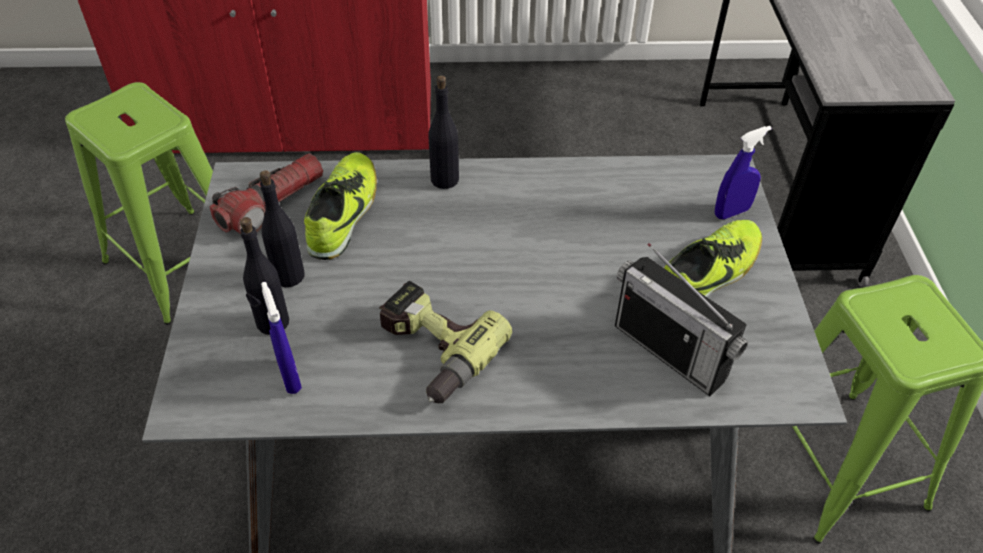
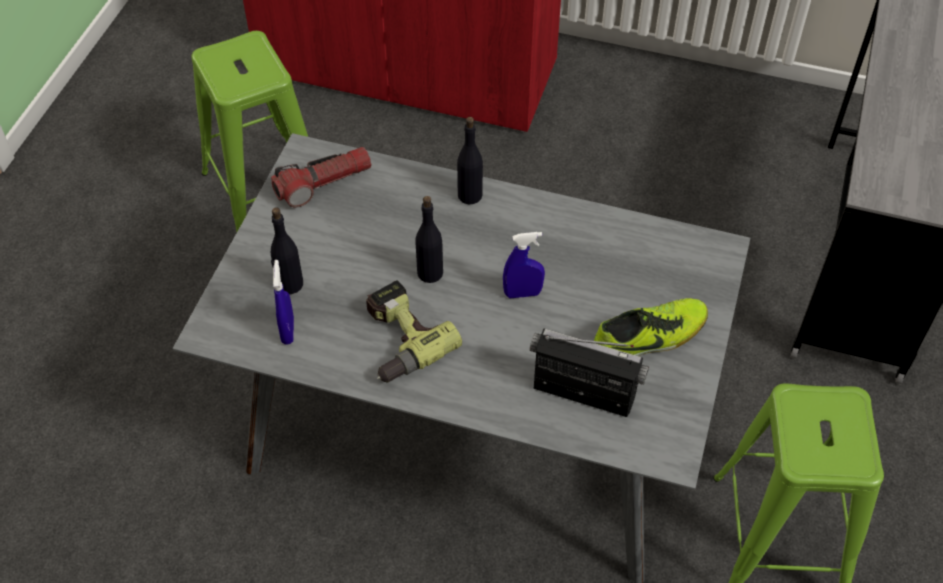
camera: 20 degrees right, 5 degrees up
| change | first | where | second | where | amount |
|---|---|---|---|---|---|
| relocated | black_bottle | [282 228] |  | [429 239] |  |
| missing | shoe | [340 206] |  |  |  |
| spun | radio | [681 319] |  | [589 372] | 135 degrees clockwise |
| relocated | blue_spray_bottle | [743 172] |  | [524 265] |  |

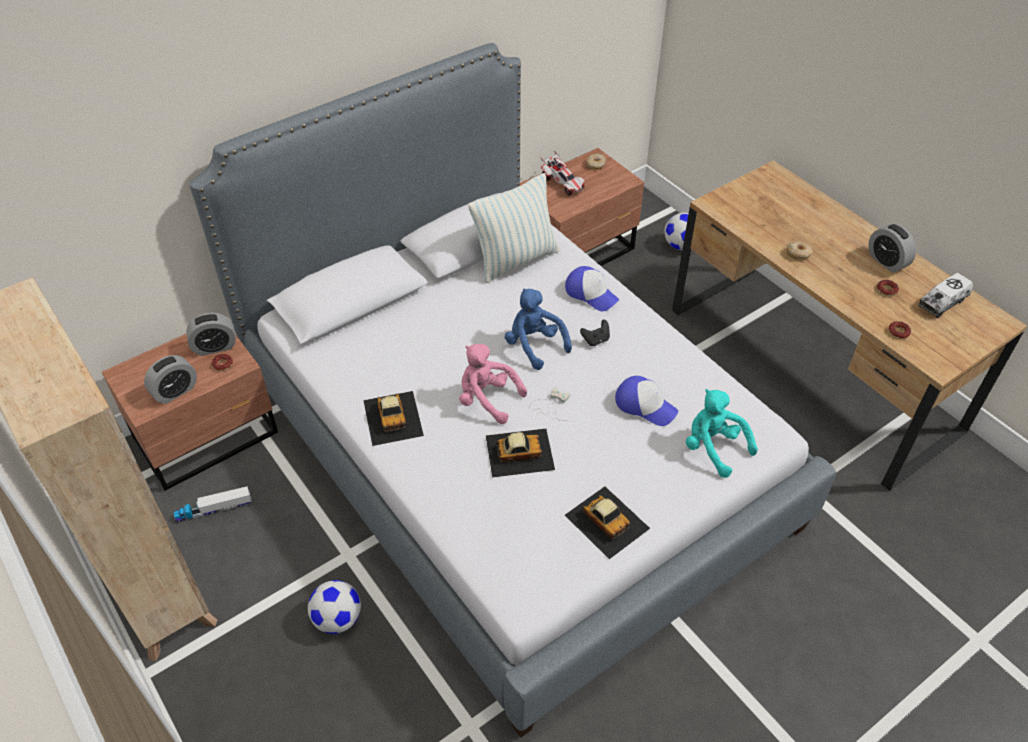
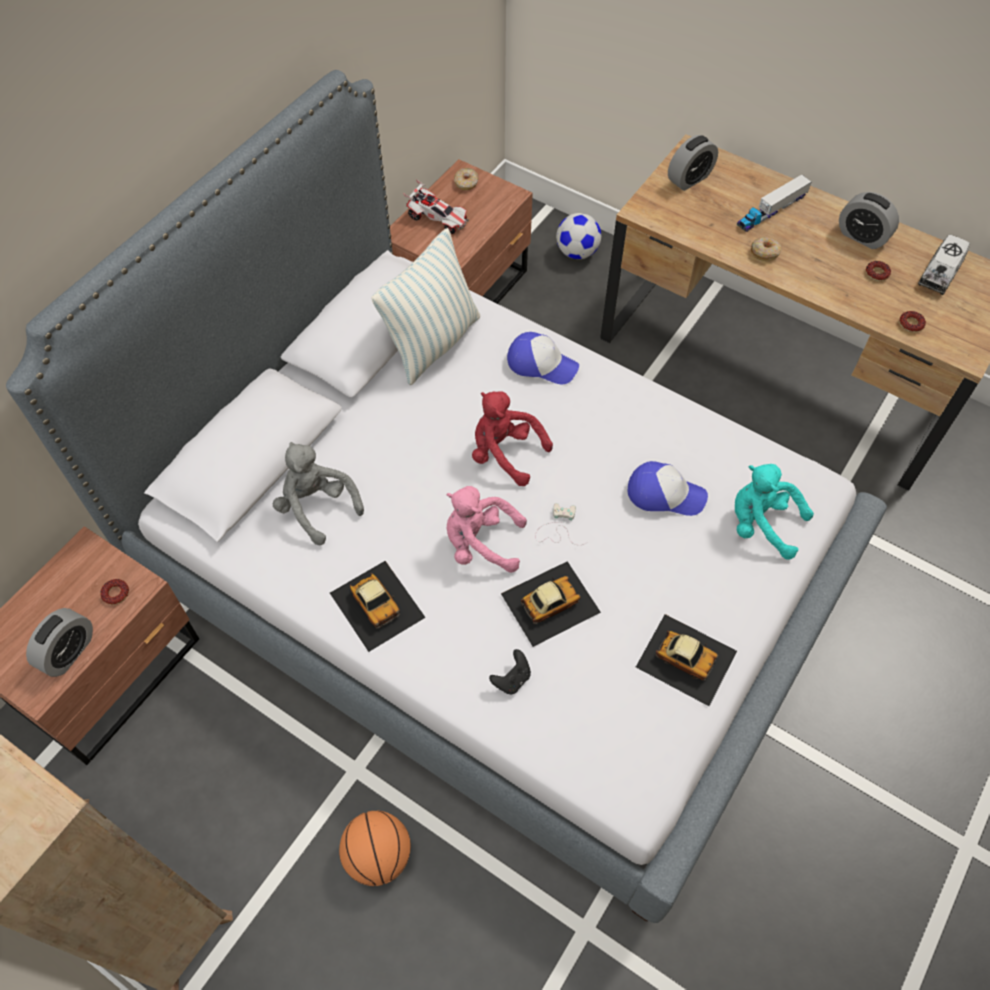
camera: 20 degrees left, 10 degrees up
| change | first | where | second | where | amount |
|---|---|---|---|---|---|
| relocated | toy_truck | [213 504] |  | [774 203] |  |
| relocated | alarm_clock | [211 334] |  | [693 163] |  |
| exchanged | football | [334 607] | basketball | [375 848] |  |
| colour | blue_plush_toy | [538 329] | red_plush_toy | [512 438] |  |
| relocated | black_game_controller | [595 333] |  | [510 672] |  |
| appeared |  |  | grey_plush_toy | [318 493] |  |

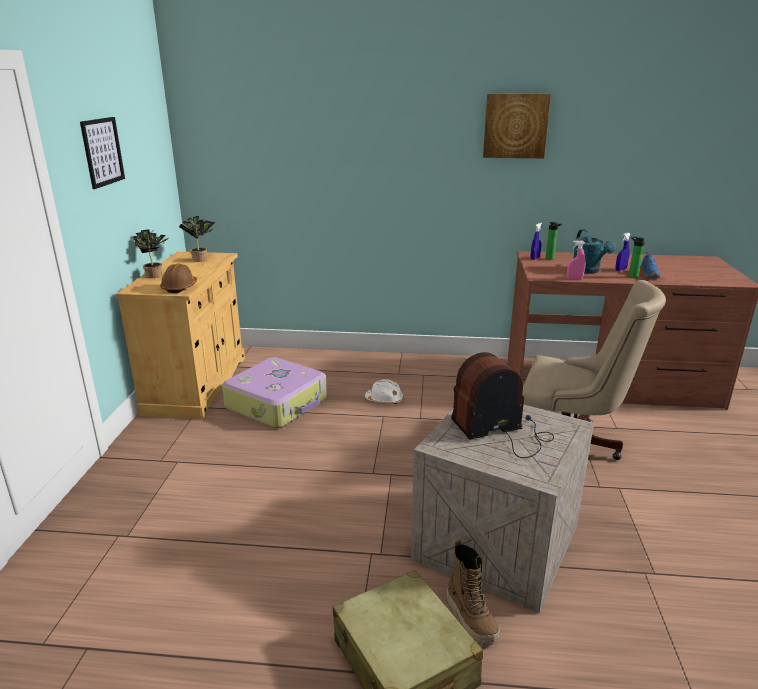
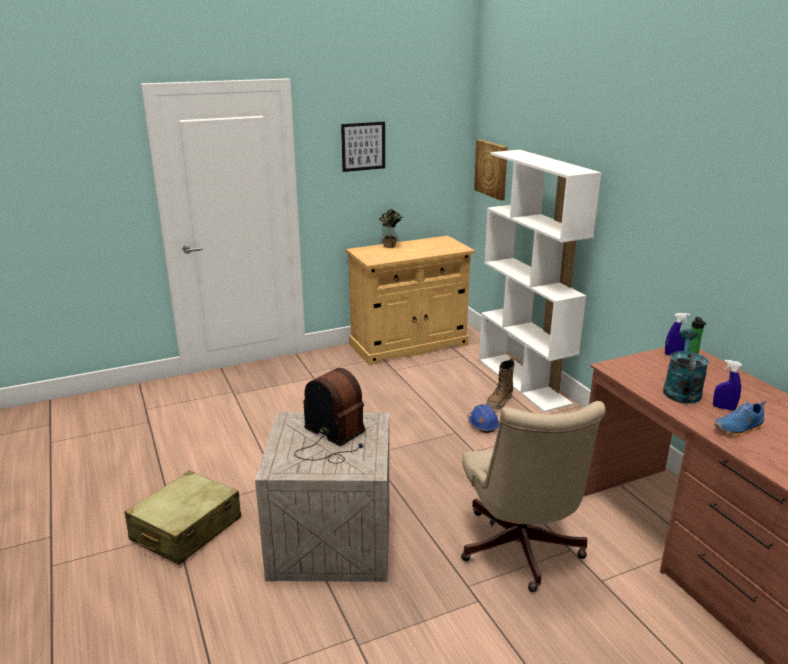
camera: 60 degrees right, 0 degrees up
| change | first | where | second | where | amount |
|---|---|---|---|---|---|
| missing | brown_hard_hat | [178 278] |  |  |  |
| missing | potted_plant | [197 239] |  |  |  |
| missing | suitcase | [274 392] |  |  |  |
| colour | white_hard_hat | [384 391] | blue_hard_hat | [483 418] |  |
| relocated | boot | [473 592] |  | [501 384] |  |
| relocated | picture | [517 125] |  | [491 170] |  |
| missing | pink_spray_bottle | [576 260] |  |  |  |
| spun | turquoise_watering_can | [594 251] |  | [686 366] | 150 degrees clockwise |
| missing | bottle | [636 257] |  |  |  |
| appeared |  |  | white_bookcase | [540 281] |  |

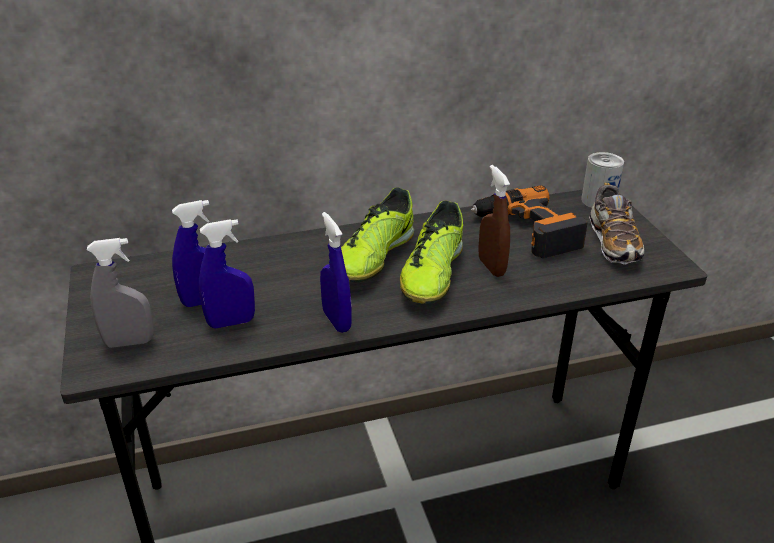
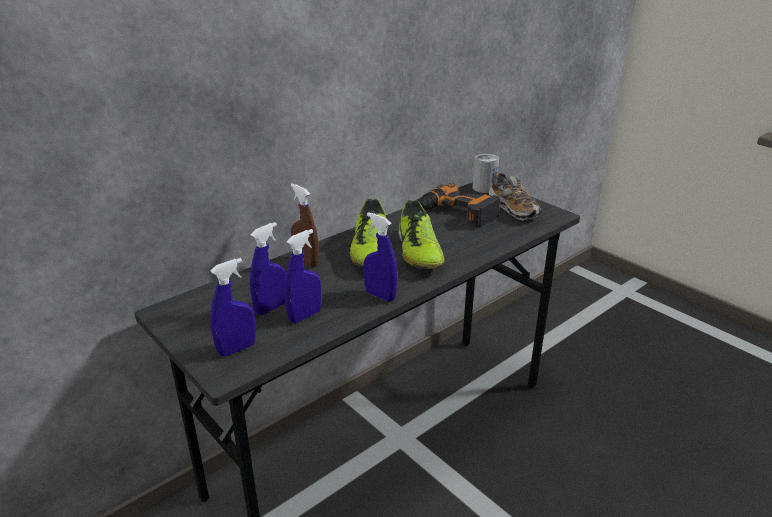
camera: 25 degrees left, 5 degrees down
| change | first | where | second | where | amount |
|---|---|---|---|---|---|
| colour | grey_spray_bottle | [120 293] | blue_spray_bottle | [233 307] |  |
| relocated | brown_spray_bottle | [494 221] |  | [305 225] |  |

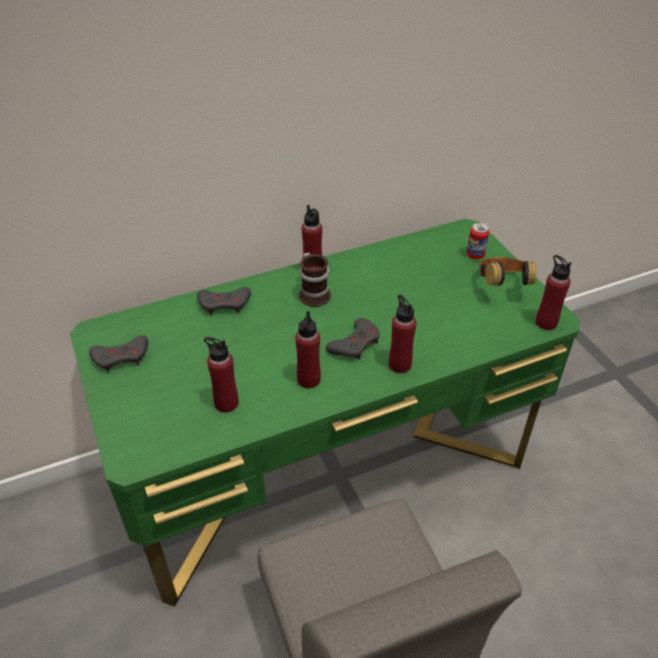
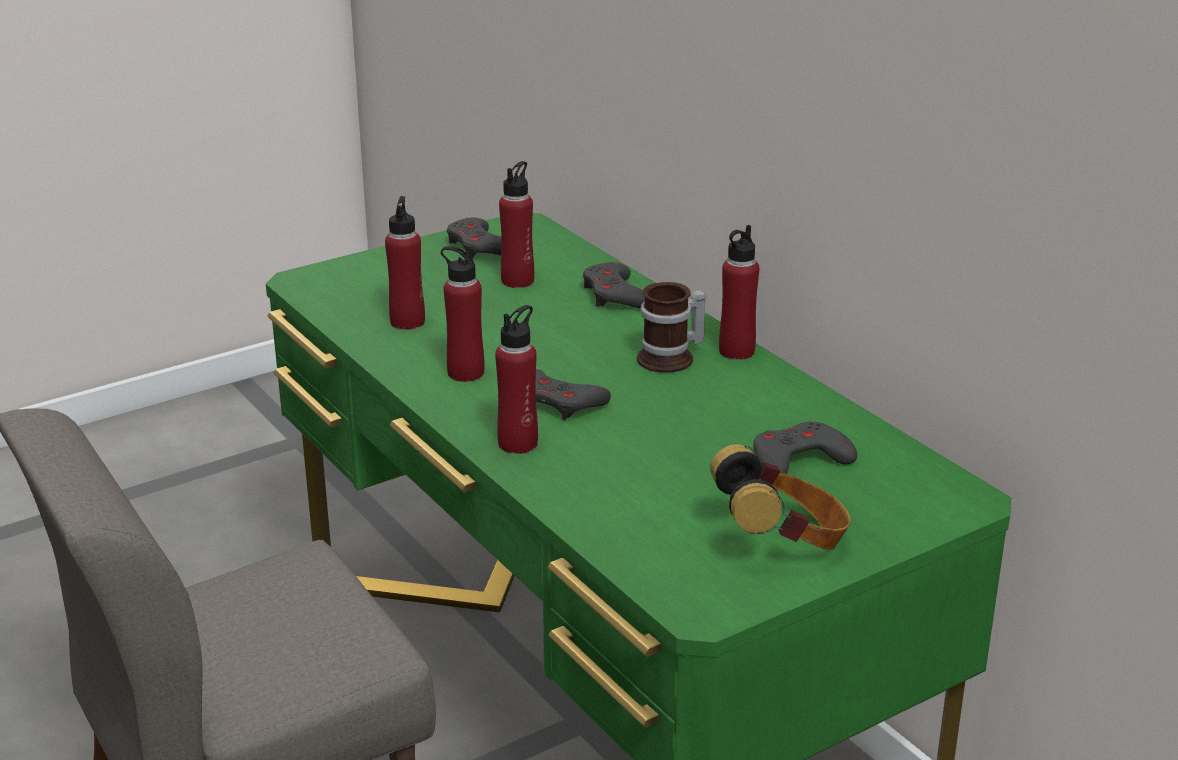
camera: 80 degrees right, 15 degrees down
| change | first | where | second | where | amount |
|---|---|---|---|---|---|
| missing | can | [478 241] |  |  |  |
| relocated | red_bottle | [553 292] |  | [516 224] |  |
| appeared |  |  | grey_game_controller | [805 448] |  |

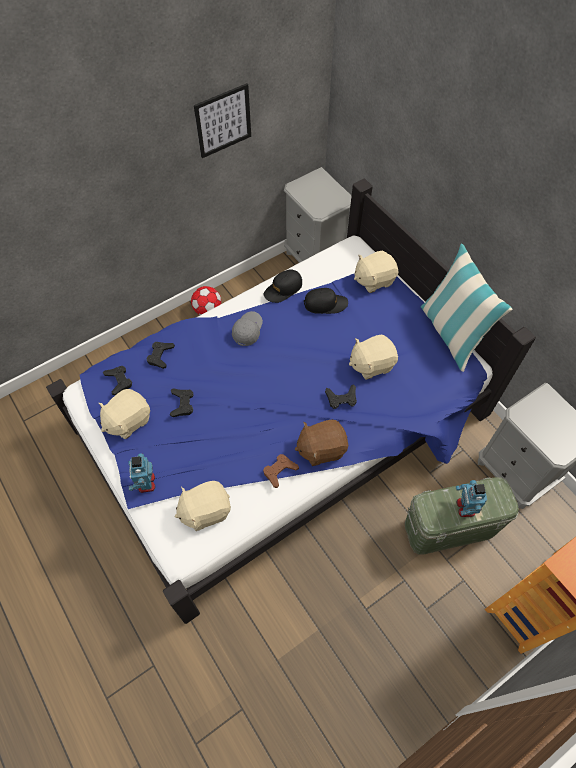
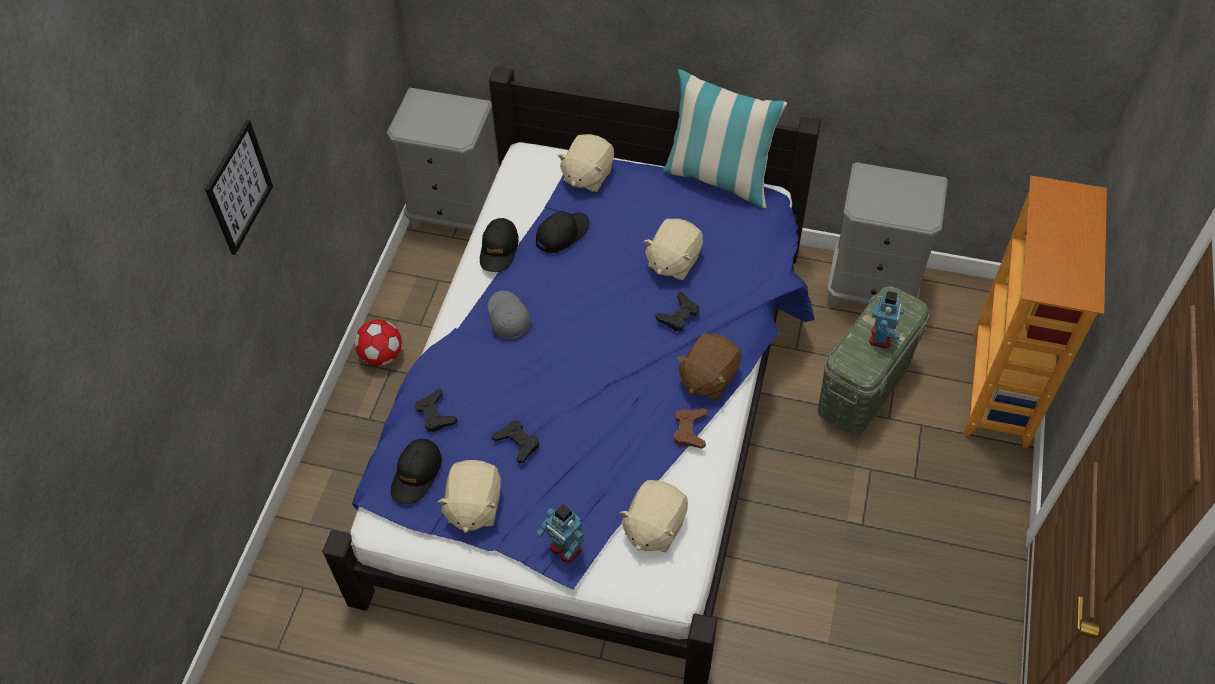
camera: 40 degrees left, 5 degrees down
| change | first | where | second | where | amount |
|---|---|---|---|---|---|
| exchanged | black_game_controller | [117 380] | black_cap | [416 471] |  |
| relocated | picture | [222 120] |  | [239 187] |  |
| spun | toy_robot | [471 498] |  | [886 319] | 120 degrees counterclockwise |

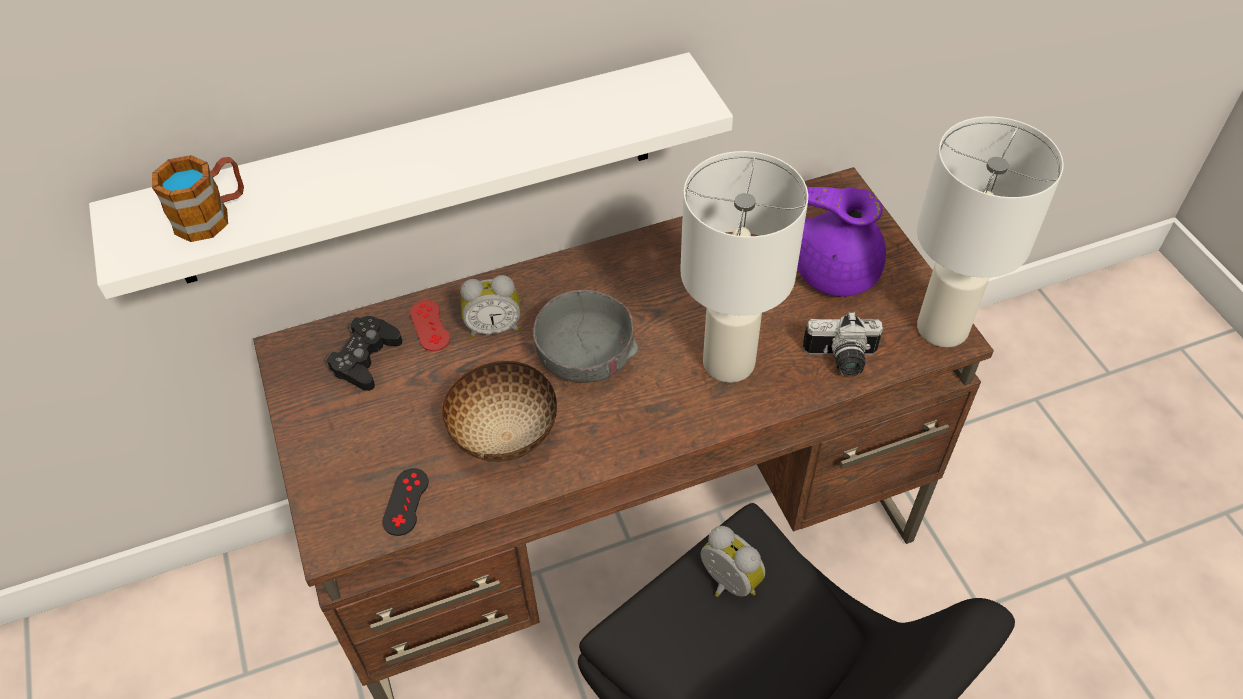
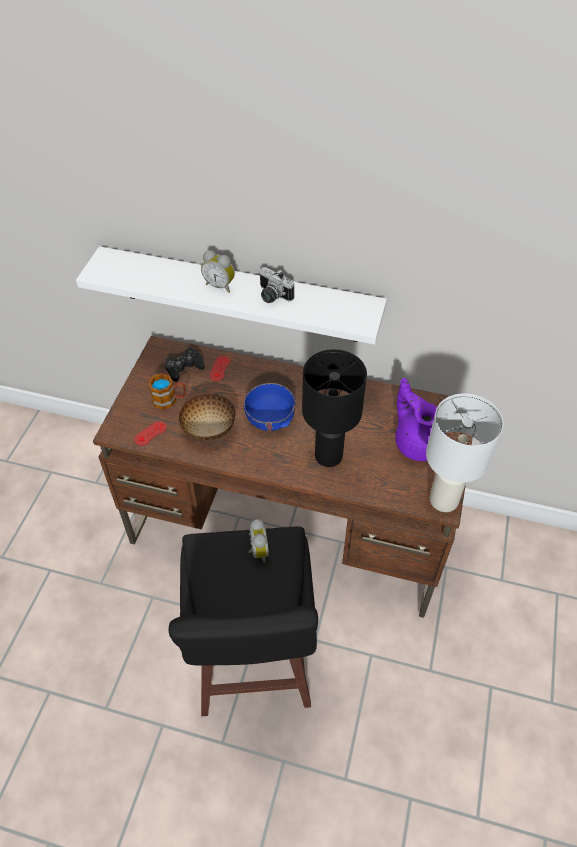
camera: 35 degrees right, 0 degrees up
| change | first | where | second | where | amount |
|---|---|---|---|---|---|
| relocated | mug | [198 198] |  | [167 391] |  |
| colour | black_game_controller | [405 502] | red_game_controller | [150 433] |  |
| relocated | alarm_clock | [490 306] |  | [218 271] |  |
| colour | grey_bowl | [585 336] | blue_bowl | [270 407] |  |
| colour | white_table_lamp | [744 267] | black_table_lamp | [334 408] |  |
| relocated | photo_camera | [843 344] |  | [277 285] |  |

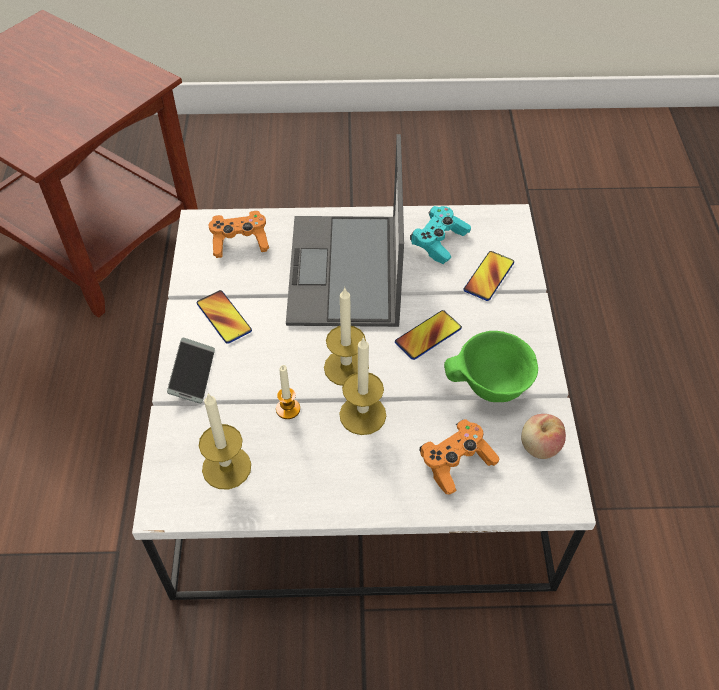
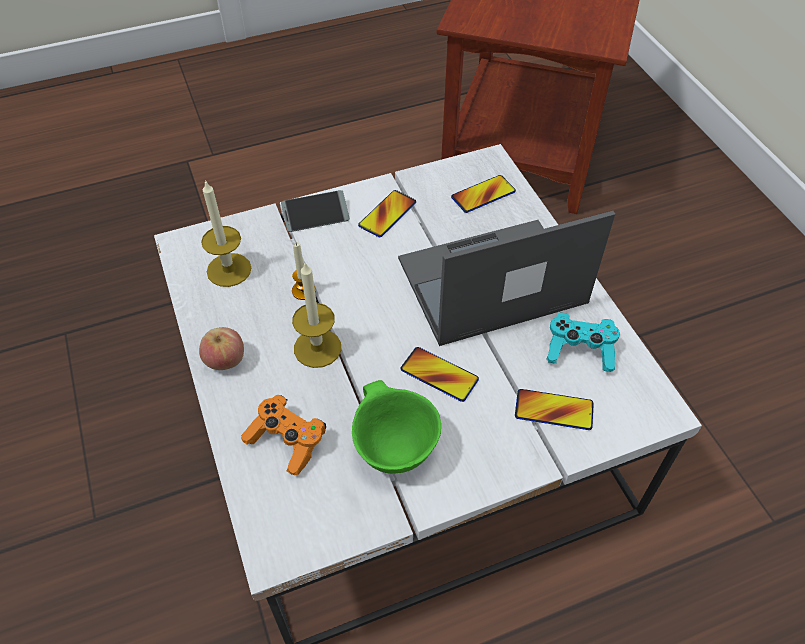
camera: 70 degrees right, 0 degrees up
| change | first | where | second | where | amount |
|---|---|---|---|---|---|
| exchanged | orange_game_controller | [239 234] | phone | [483 194] |  |
| missing | candle | [345 337] |  |  |  |
| relocated | apple | [543 436] |  | [221 348] |  |

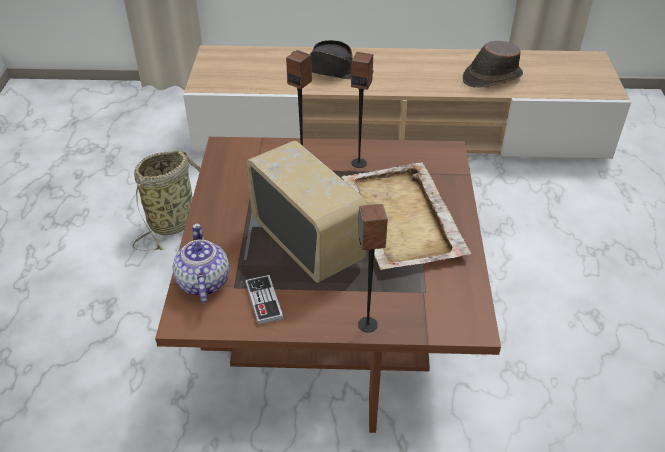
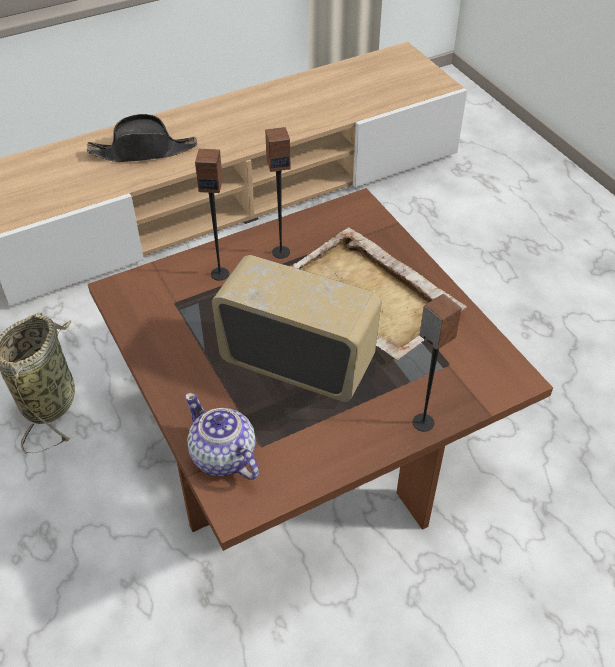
camera: 30 degrees left, 5 degrees up
| change | first | where | second | where | amount |
|---|---|---|---|---|---|
| missing | game_controller | [264 300] |  |  |  |
| missing | brown_hat | [493 64] |  |  |  |

